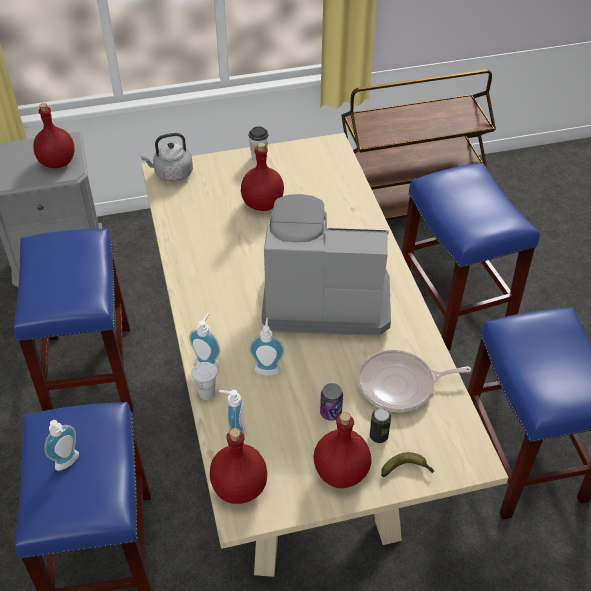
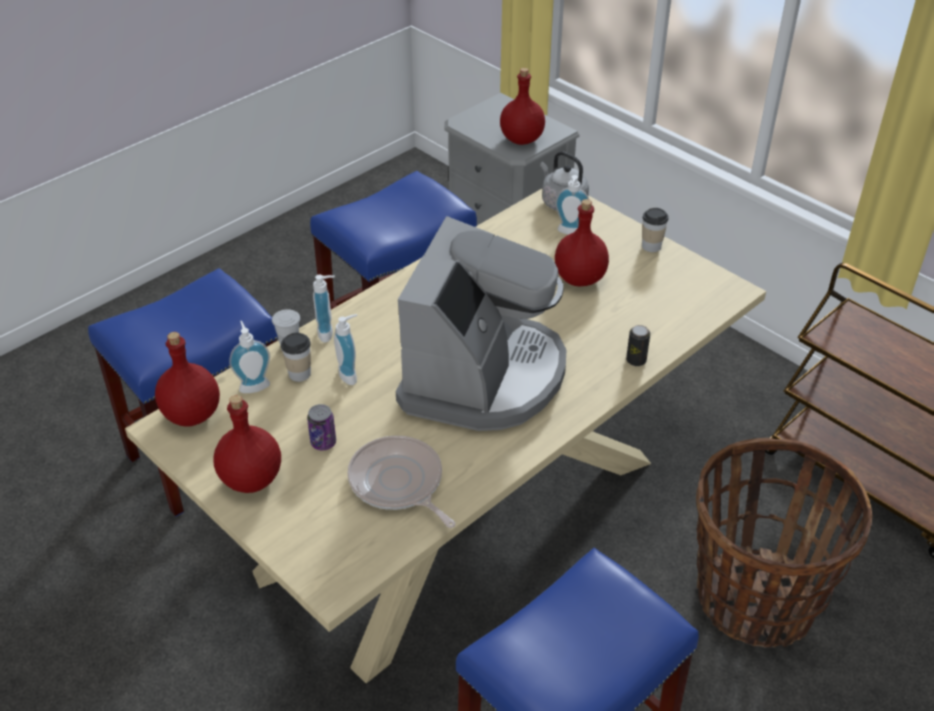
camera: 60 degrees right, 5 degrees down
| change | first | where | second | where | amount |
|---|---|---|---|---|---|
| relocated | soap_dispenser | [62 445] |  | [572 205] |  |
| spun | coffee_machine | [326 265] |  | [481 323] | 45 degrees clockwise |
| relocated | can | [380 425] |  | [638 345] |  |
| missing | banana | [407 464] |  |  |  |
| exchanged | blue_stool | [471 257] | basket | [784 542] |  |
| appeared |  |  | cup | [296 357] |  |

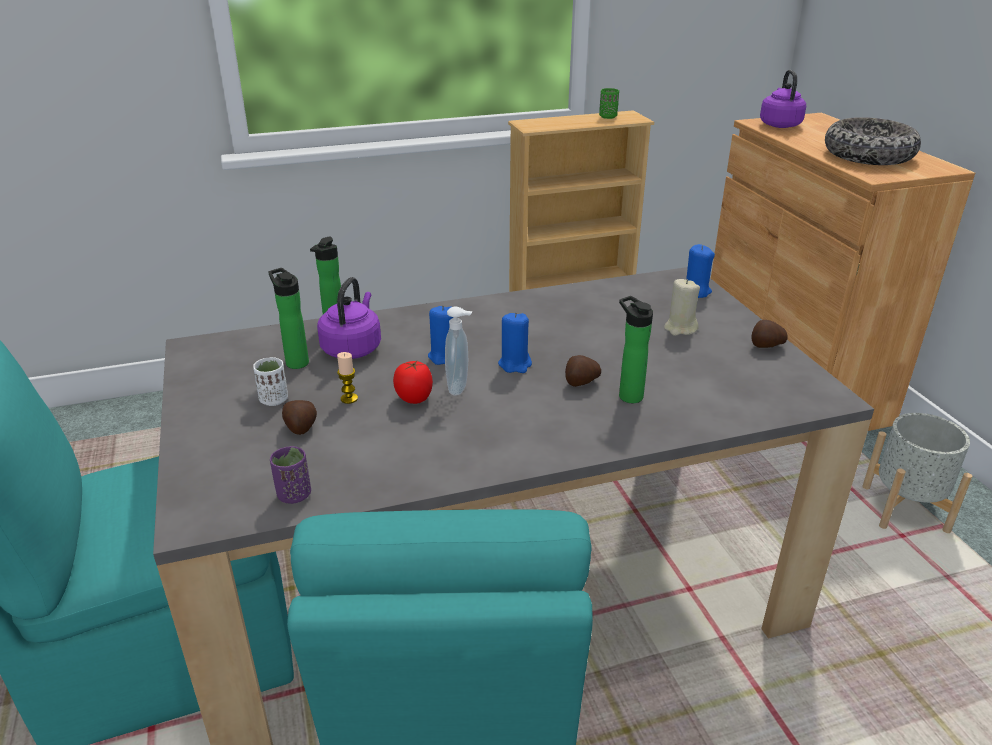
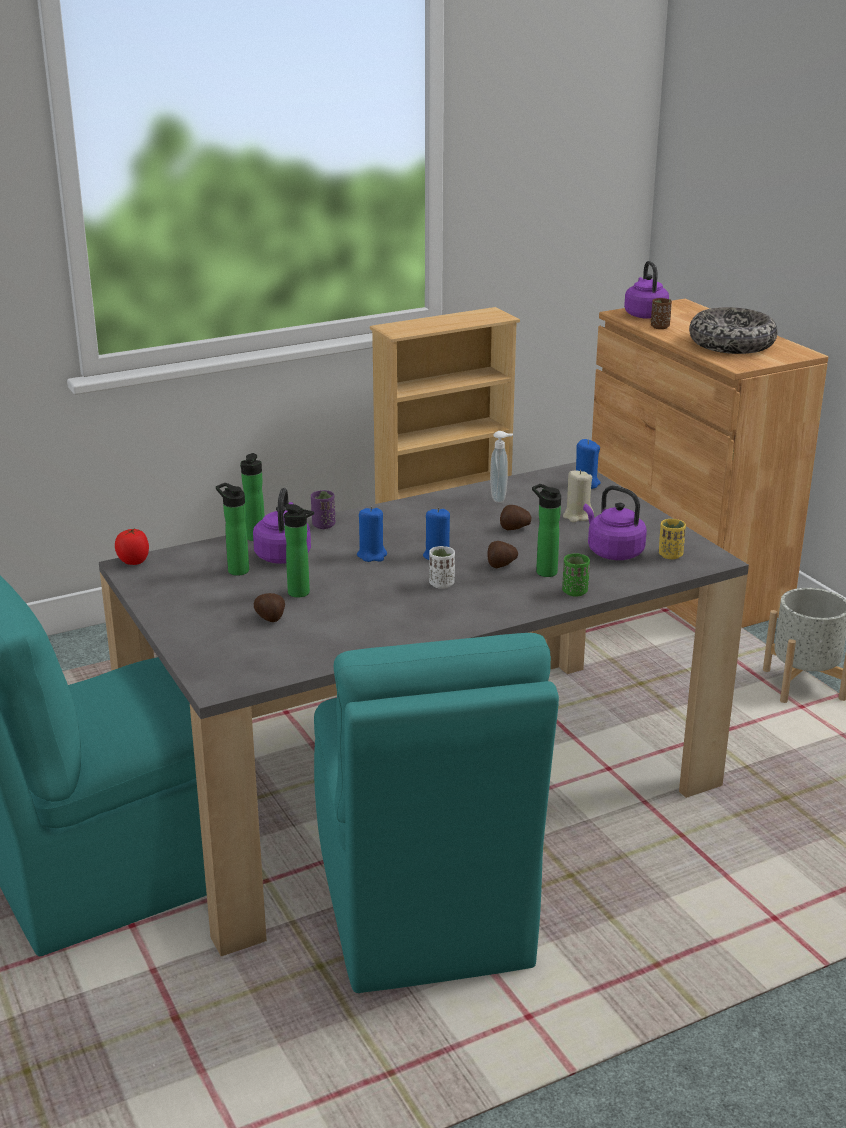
camera: 10 degrees left, 5 degrees down
| change | first | where | second | where | amount |
|---|---|---|---|---|---|
| relocated | white_cup | [270 381] |  | [442 567] |  |
| relocated | purple_cup | [290 475] |  | [323 509] |  |
| exchanged | candle | [347 378] | bottle | [299 551] |  |
| relocated | tomato | [413 382] |  | [132 547] |  |
| relocated | soap_dispenser | [458 351] |  | [501 467] |  |
| relocated | green_cup | [609 103] |  | [576 575] |  |
| relocated | potato | [769 334] |  | [515 517] |  |
| appeared |  |  | purple_kettle | [615 522] |  |
| appeared |  |  | brown_cup | [661 313] |  |
| appeared |  |  | yellow_cup | [672 539] |  |

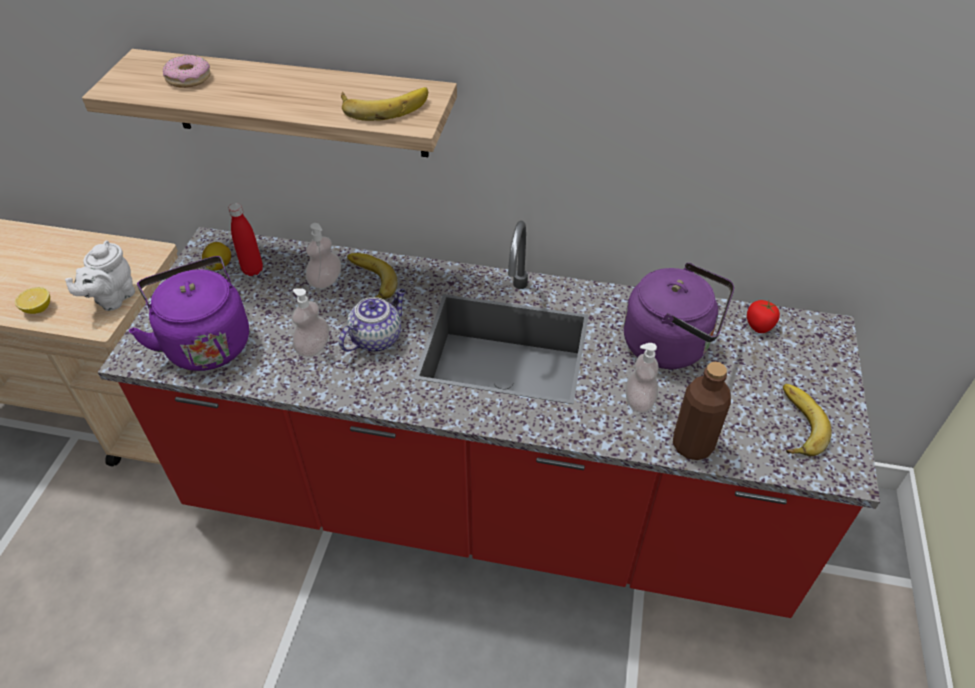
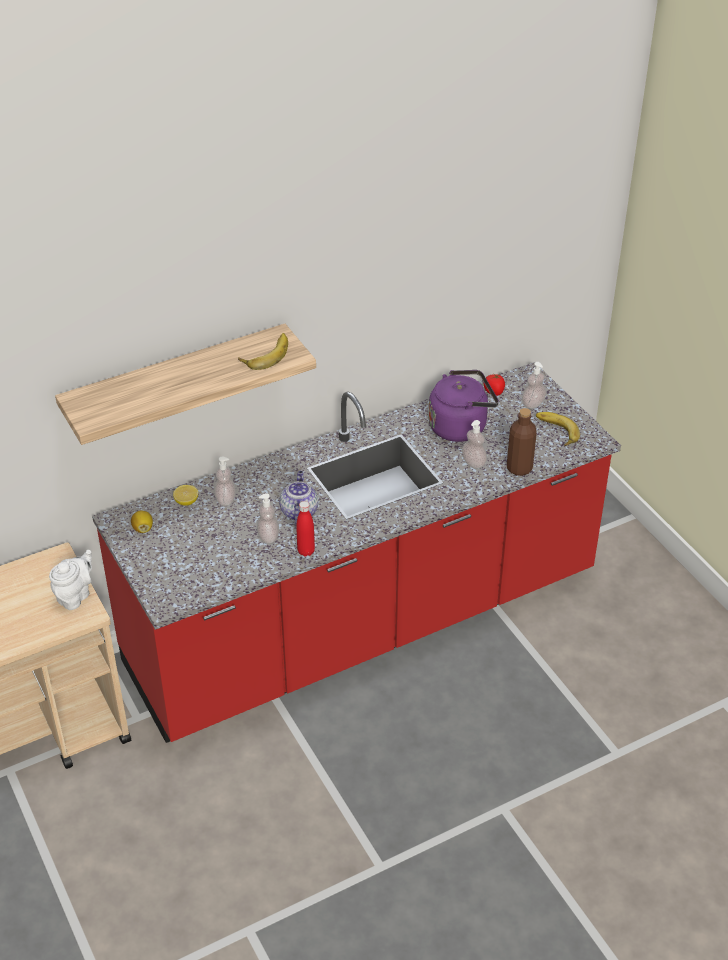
camera: 40 degrees left, 5 degrees down
| change | first | where | second | where | amount |
|---|---|---|---|---|---|
| relocated | lemon | [32 300] |  | [185 495] |  |
| spun | white_teapot | [100 275] |  | [70 580] | 135 degrees counterclockwise |
| missing | purple_kettle | [189 313] |  |  |  |
| missing | donut | [187 71] |  |  |  |
| relocated | red_bottle | [245 239] |  | [305 528] |  |
| missing | banana | [372 276] |  |  |  |
| appeared |  |  | soap_dispenser | [534 385] |  |

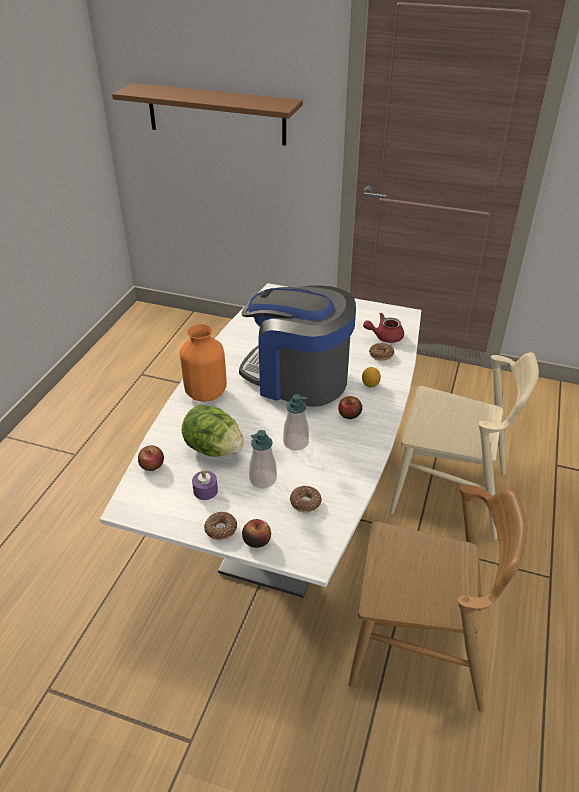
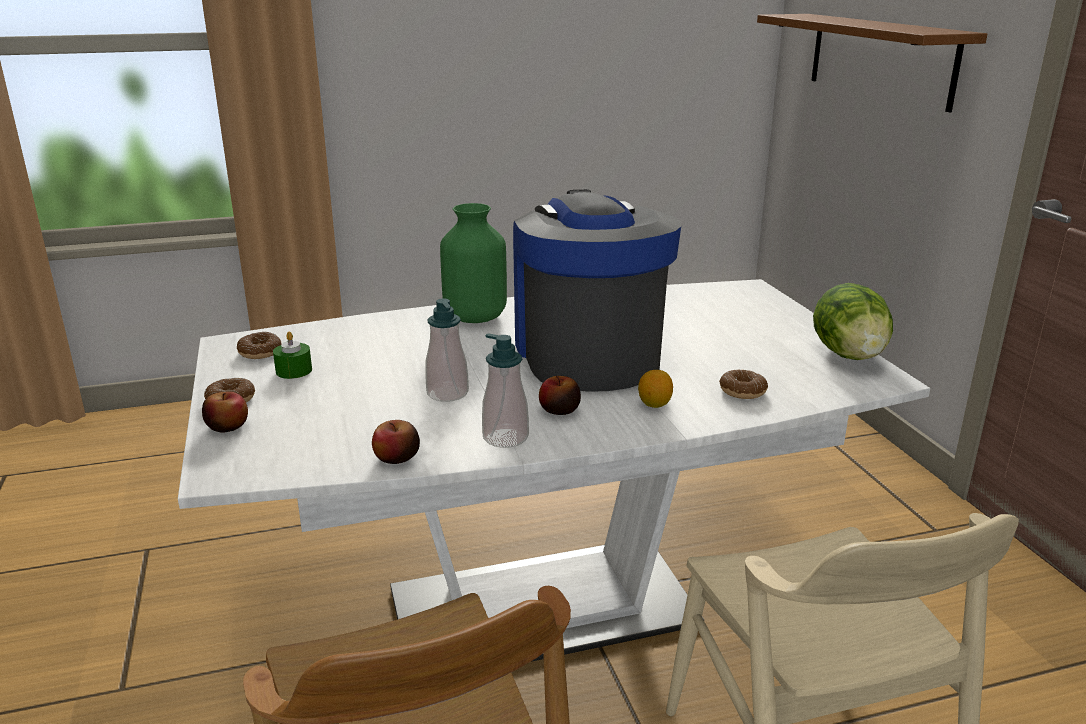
camera: 55 degrees right, 15 degrees down
| change | first | where | second | where | amount |
|---|---|---|---|---|---|
| relocated | apple | [151 458] |  | [396 442] |  |
| colour | orange_vase | [203 363] | green_vase | [473 263] |  |
| relocated | lettuce | [213 431] |  | [853 321] |  |
| colour | purple_candle | [205 485] | green_candle | [292 355] |  |
| relocated | soap_dispenser | [263 459] |  | [505 390] |  |
| relocated | donut | [306 499] |  | [259 345] |  |
| missing | red_teapot | [383 328] |  |  |  |

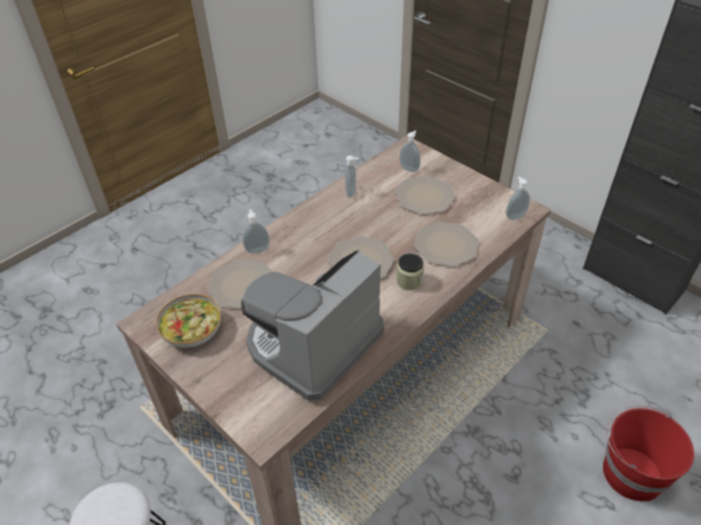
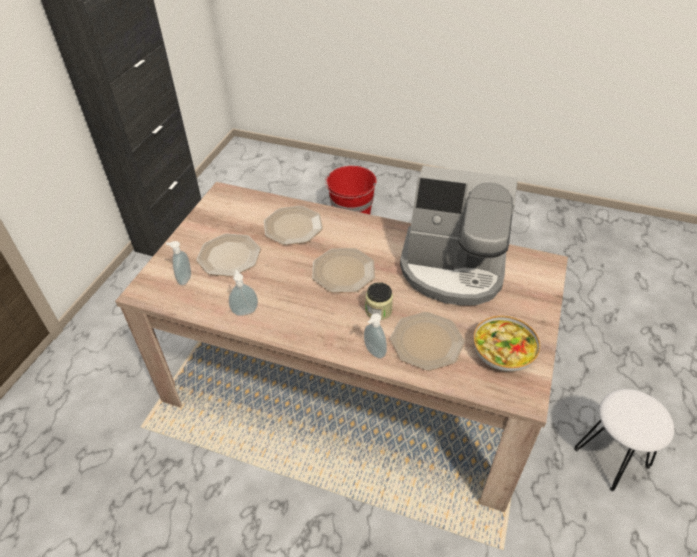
camera: 115 degrees left, 0 degrees up
| change | first | where | second | where | amount |
|---|---|---|---|---|---|
| relocated | jar | [410 271] |  | [379 301] |  |
| missing | soap_dispenser | [518 198] |  |  |  |

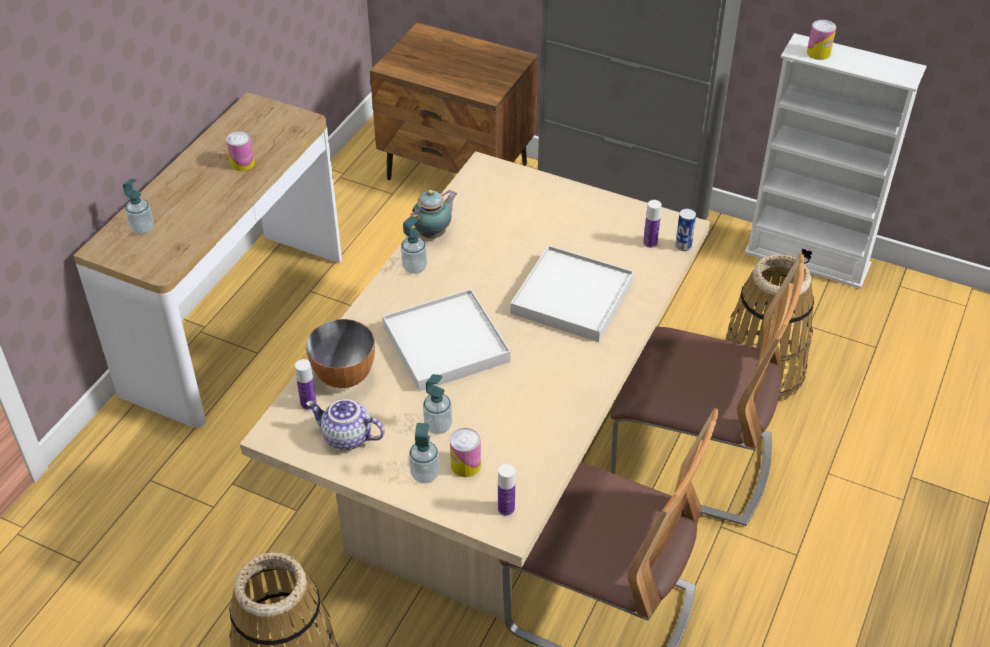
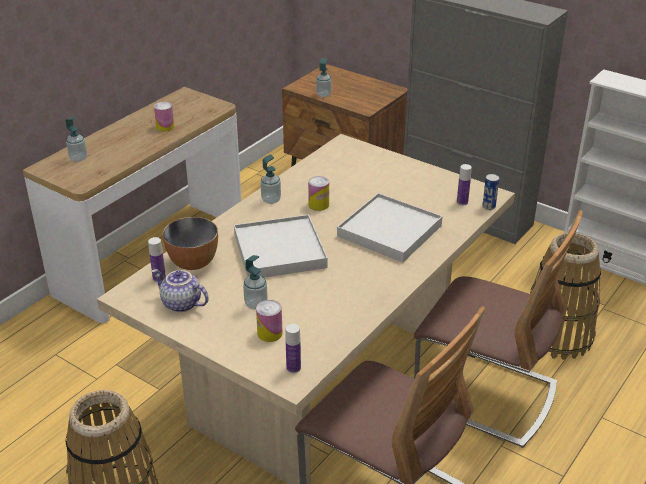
camera: 10 degrees right, 10 degrees down
| change | first | where | second | where | amount |
|---|---|---|---|---|---|
| missing | teapot | [433 213] |  |  |  |
| relocated | soap_dispenser | [424 453] |  | [323 77] |  |
| relocated | can | [821 40] |  | [318 193] |  |

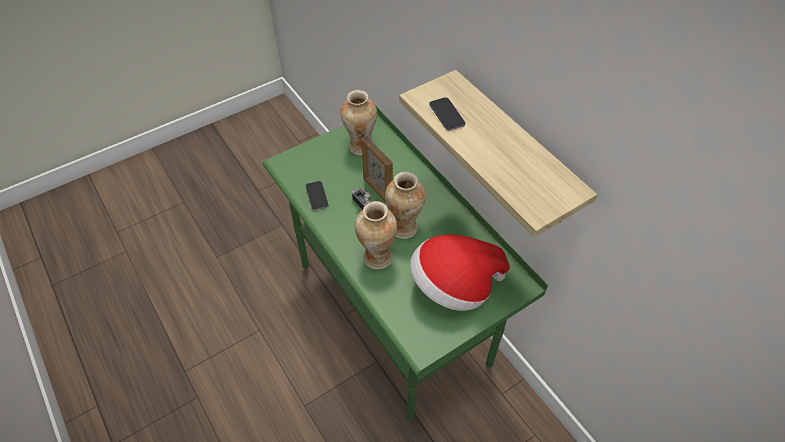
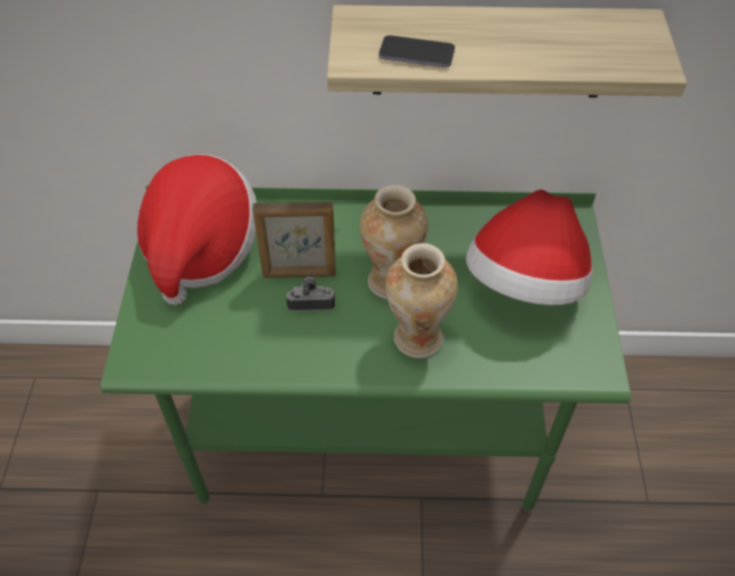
camera: 55 degrees left, 0 degrees up
| change | first | where | second | where | amount |
|---|---|---|---|---|---|
| missing | phone | [317 195] |  |  |  |
| exchanged | vase | [359 122] | hat | [197 229] |  |

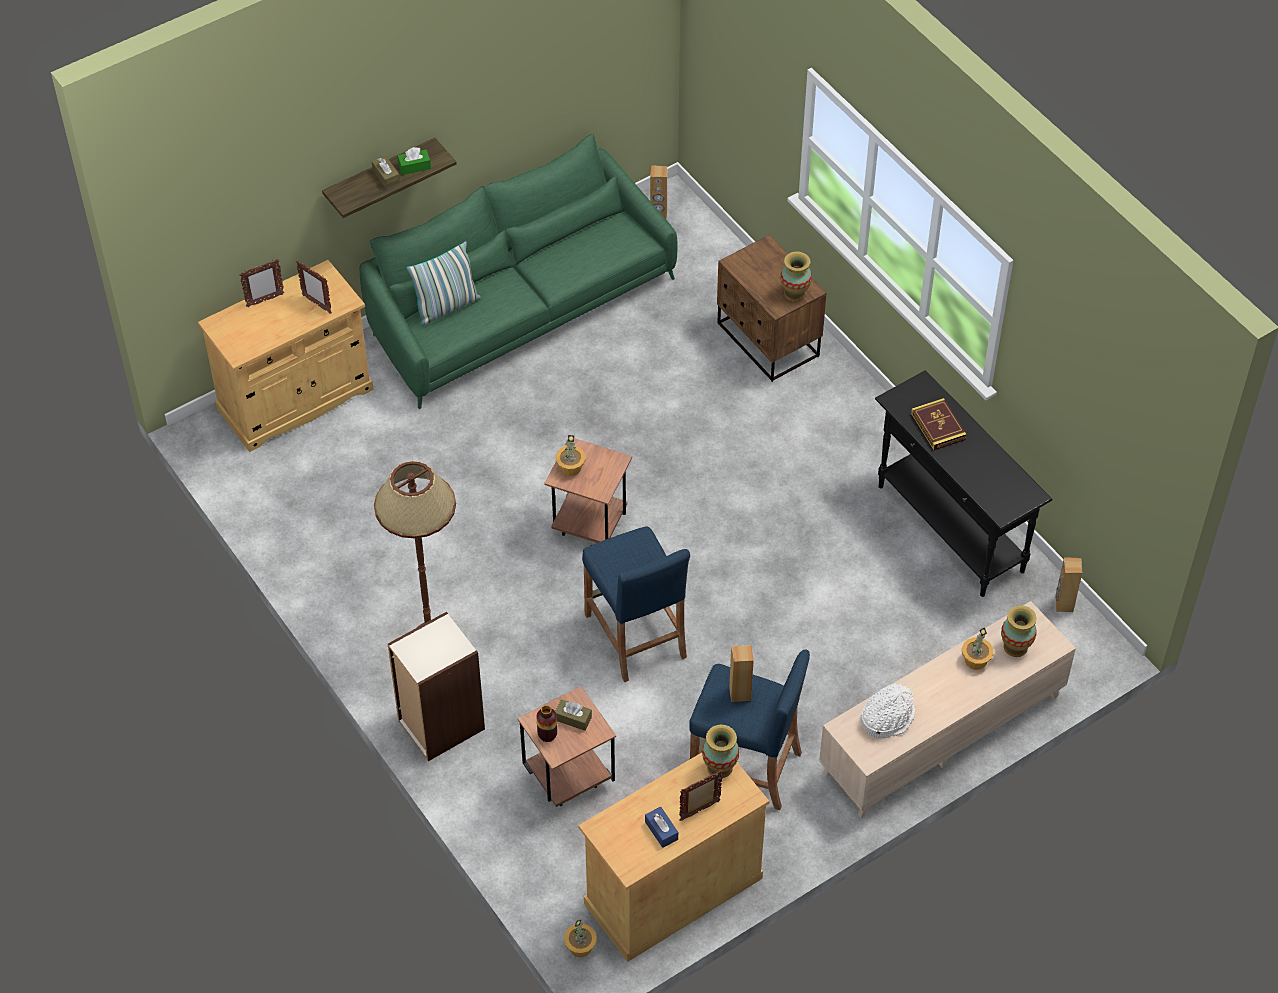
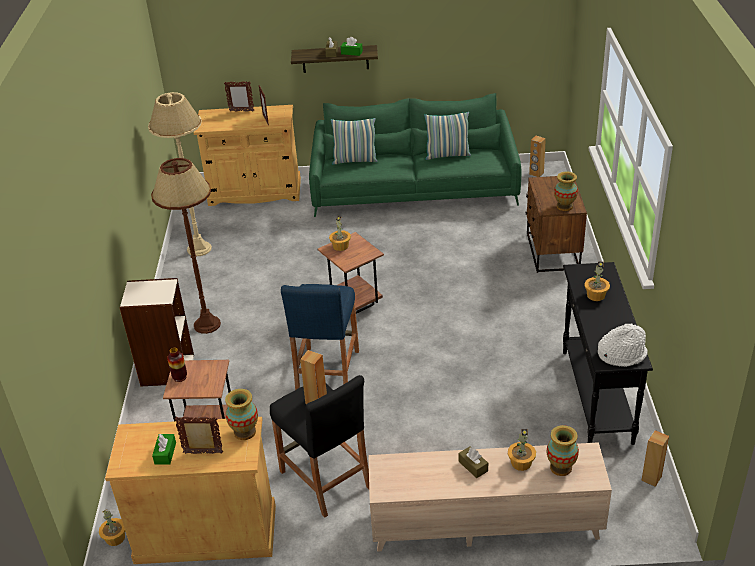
camera: 35 degrees right, 15 degrees down
| change | first | where | second | where | amount |
|---|---|---|---|---|---|
| relocated | brown_tissue_box | [573 715] |  | [473 462] |  |
| colour | blue_tissue_box | [661 827] | green_tissue_box | [164 449] |  |
| colour | blue_stool | [749 729] | black_stool | [319 446] |  |
| relocated | white_hat | [887 711] |  | [623 345] |  |
| exchanged | book | [939 424] | potted_plant | [597 281] |  |
| appeared |  |  | beige_floor_lamp | [180 174] |  |
| appeared |  |  | pillow | [447 136] |  |

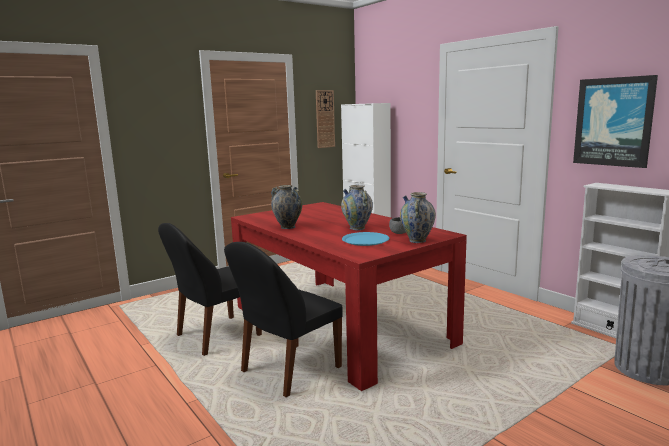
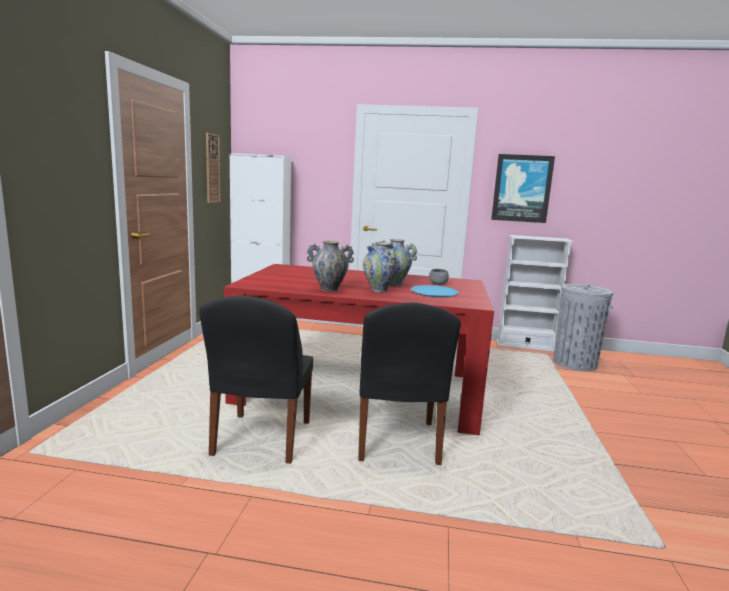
camera: 45 degrees left, 0 degrees up
| change | first | where | second | where | amount |
|---|---|---|---|---|---|
| relocated | vase | [418 217] |  | [380 267] |  |

